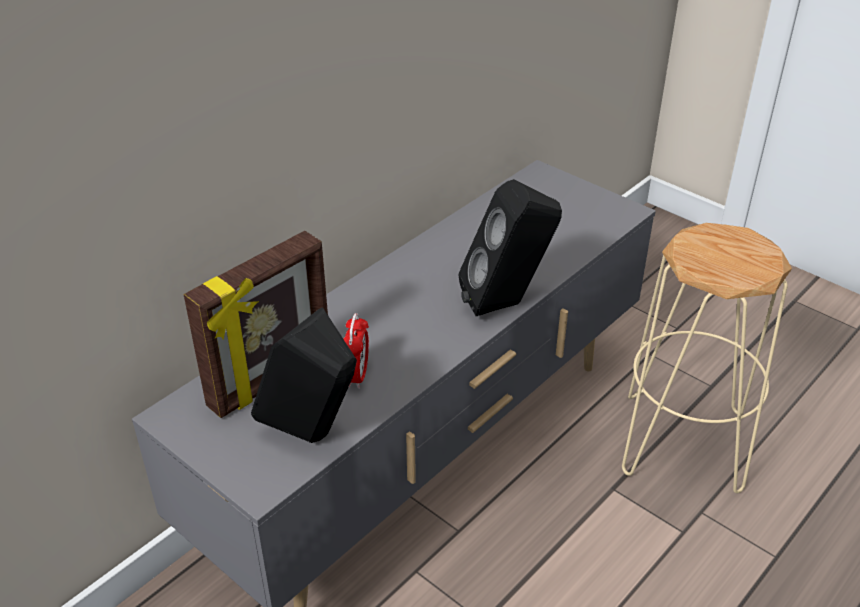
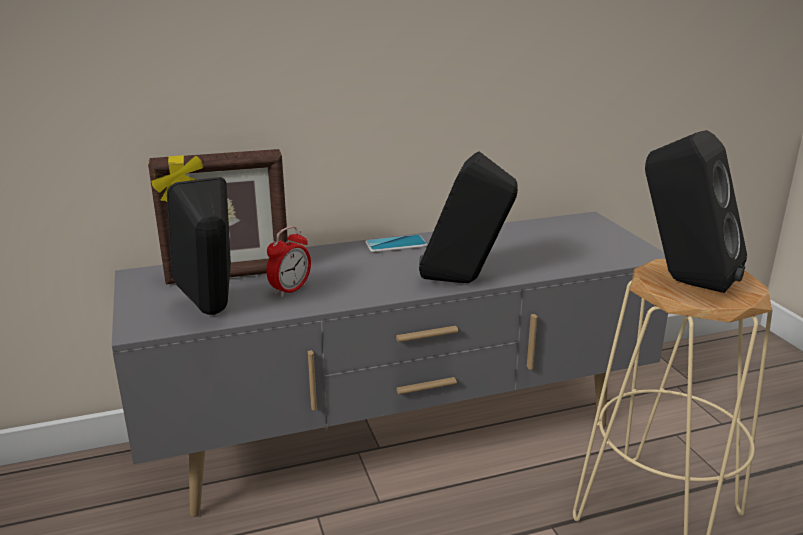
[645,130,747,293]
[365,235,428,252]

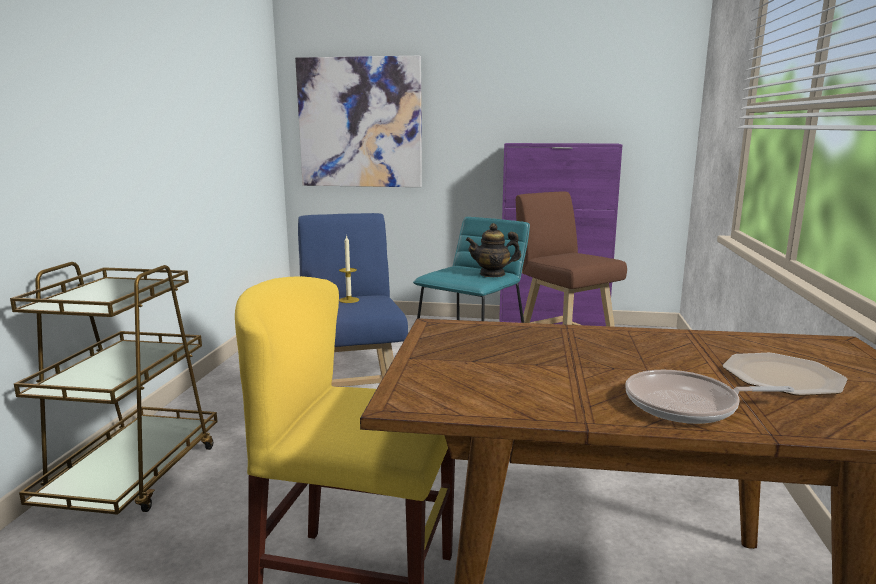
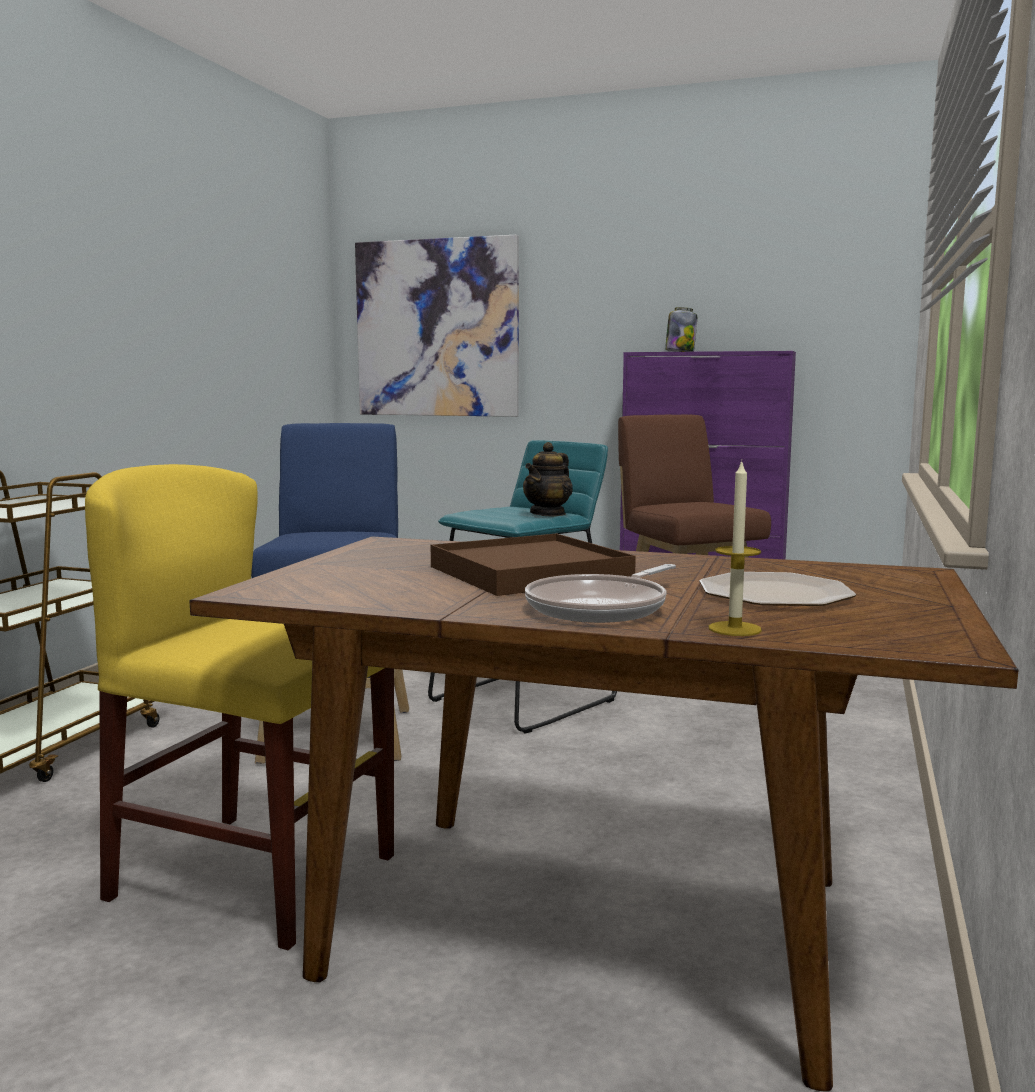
[523,442,573,517]
[708,461,762,636]
[525,564,676,623]
[665,307,697,352]
[431,534,636,596]

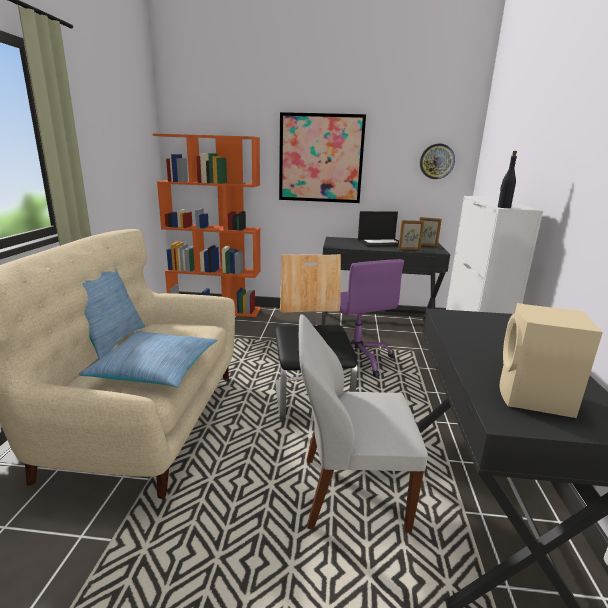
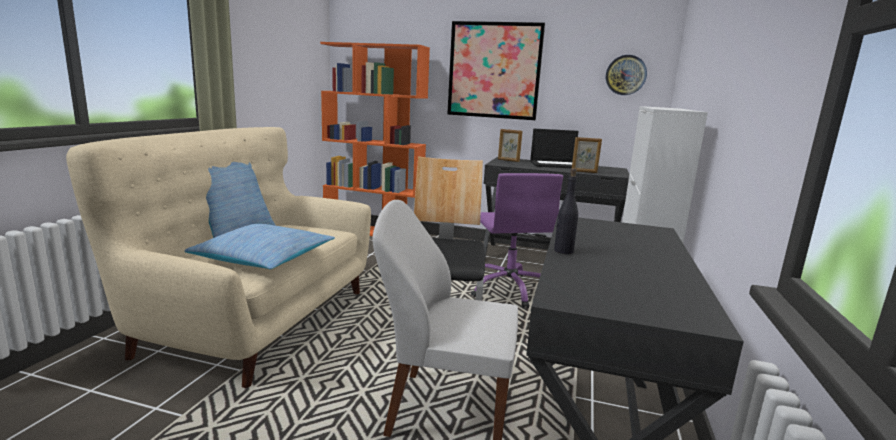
[554,168,578,254]
[498,129,523,162]
[500,303,603,418] (first image)

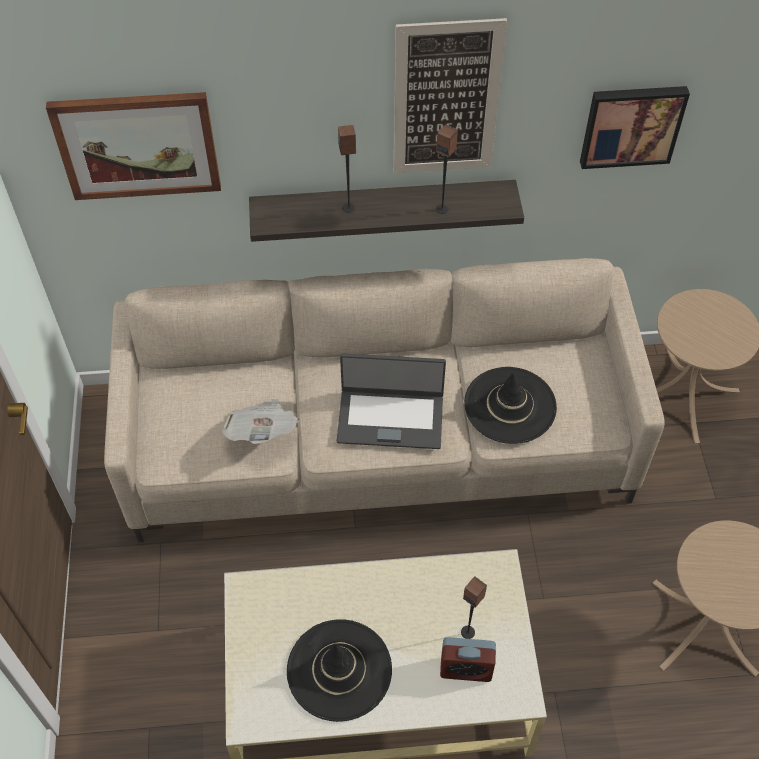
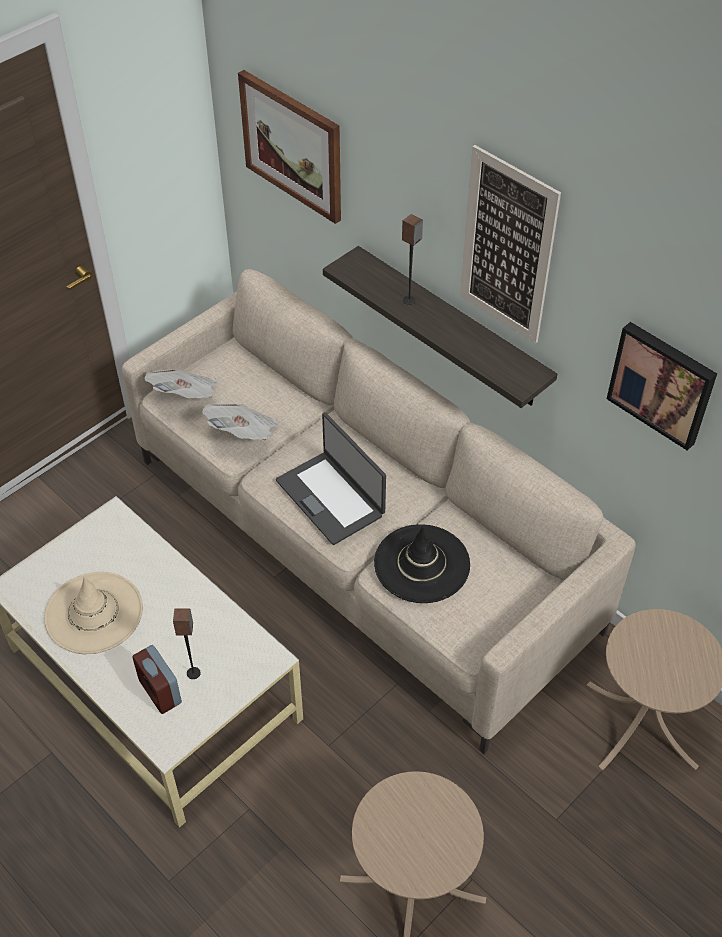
[436,124,458,214] (first image)
[44,572,143,654]
[145,369,218,398]

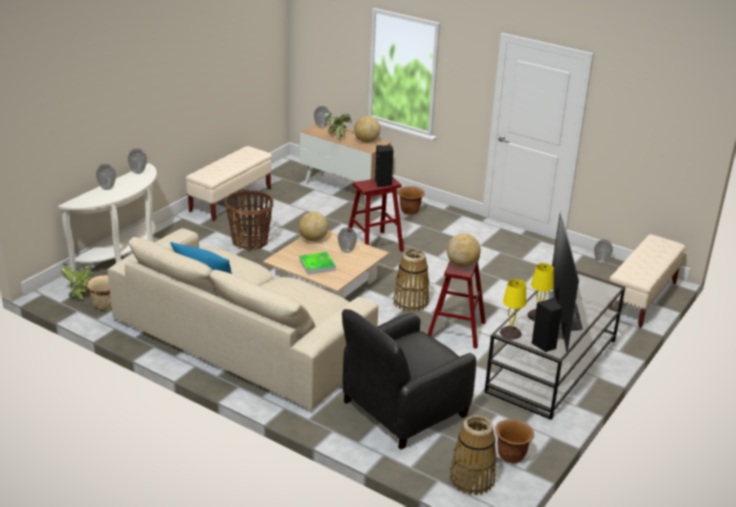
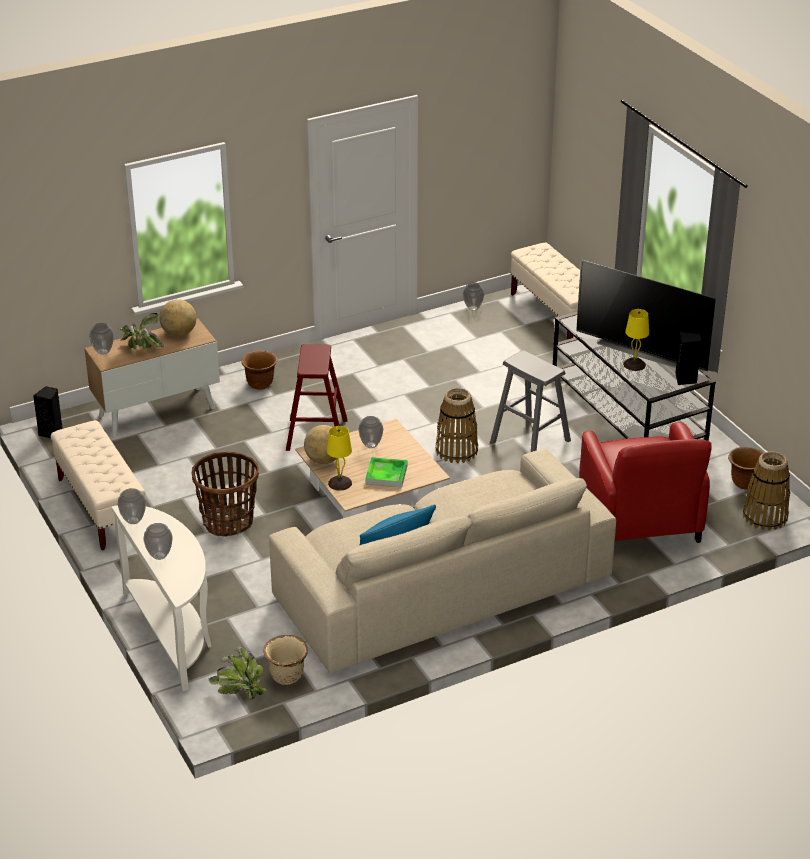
[33,386,63,438]
[447,233,481,267] (first image)
[490,350,571,452]
[327,426,352,491]
[579,422,712,543]

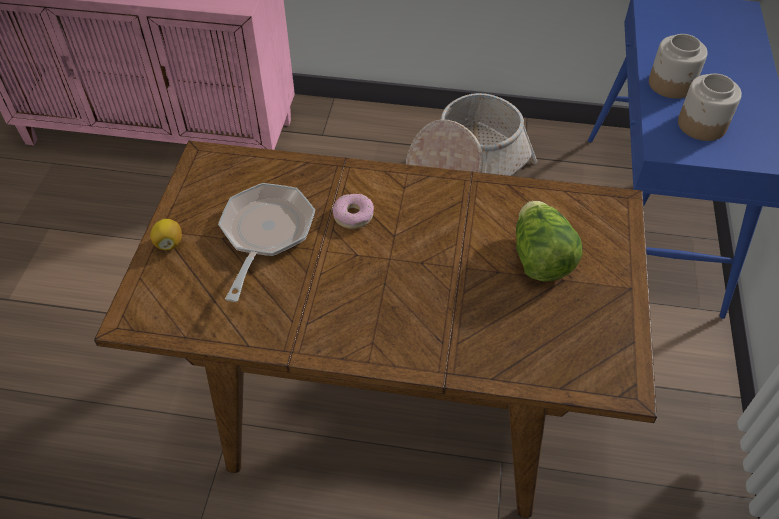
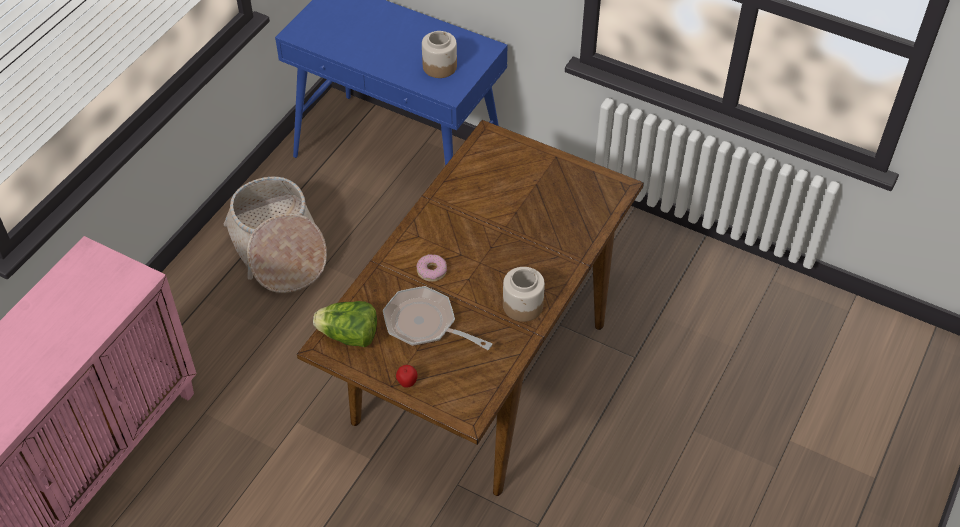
[503,267,545,322]
[313,301,377,347]
[396,365,417,388]

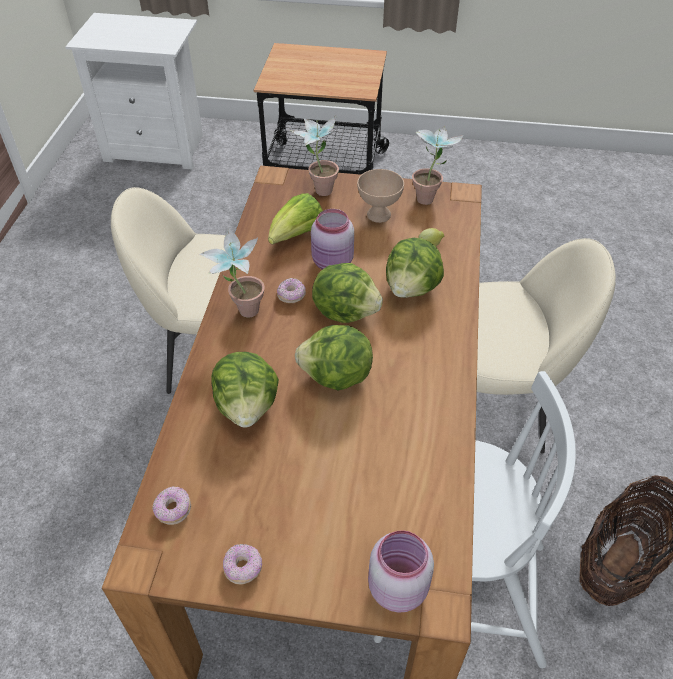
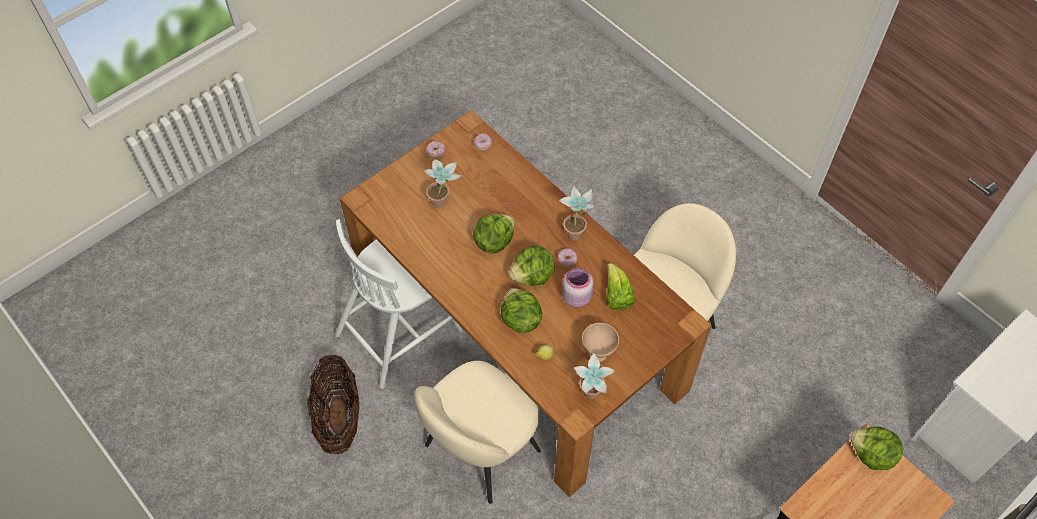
[424,159,462,208]
[850,427,903,470]
[368,530,434,613] (first image)

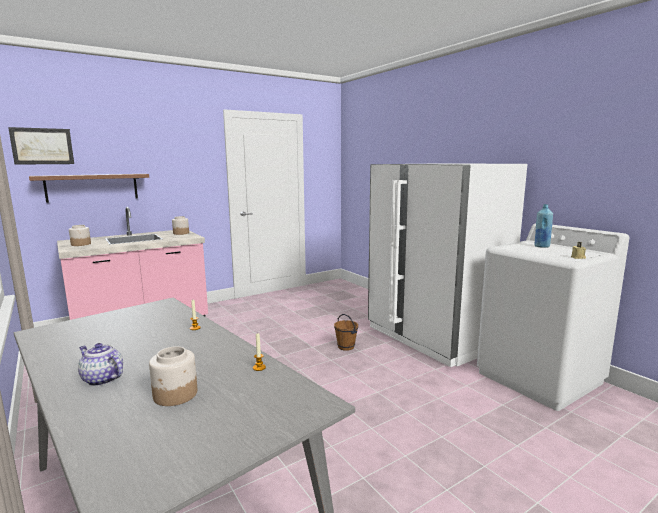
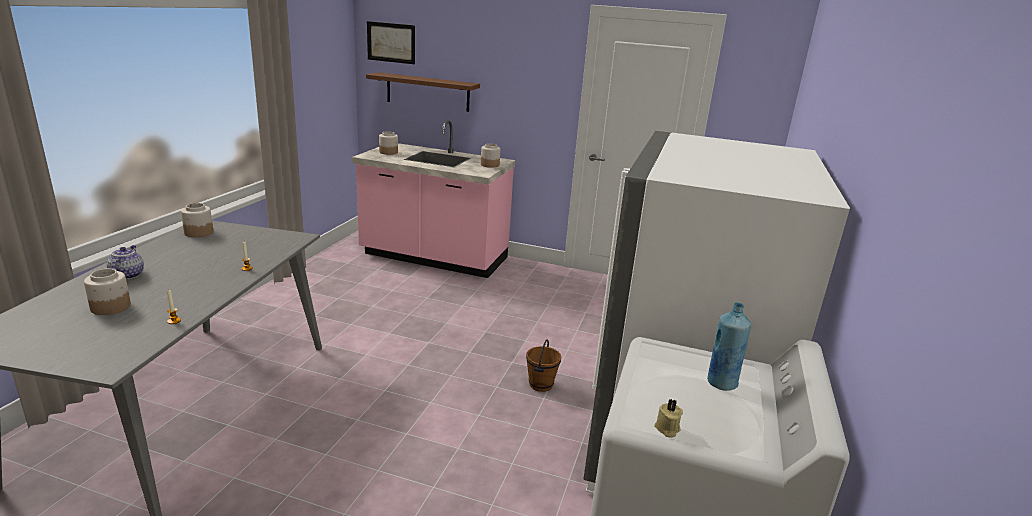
[181,203,213,237]

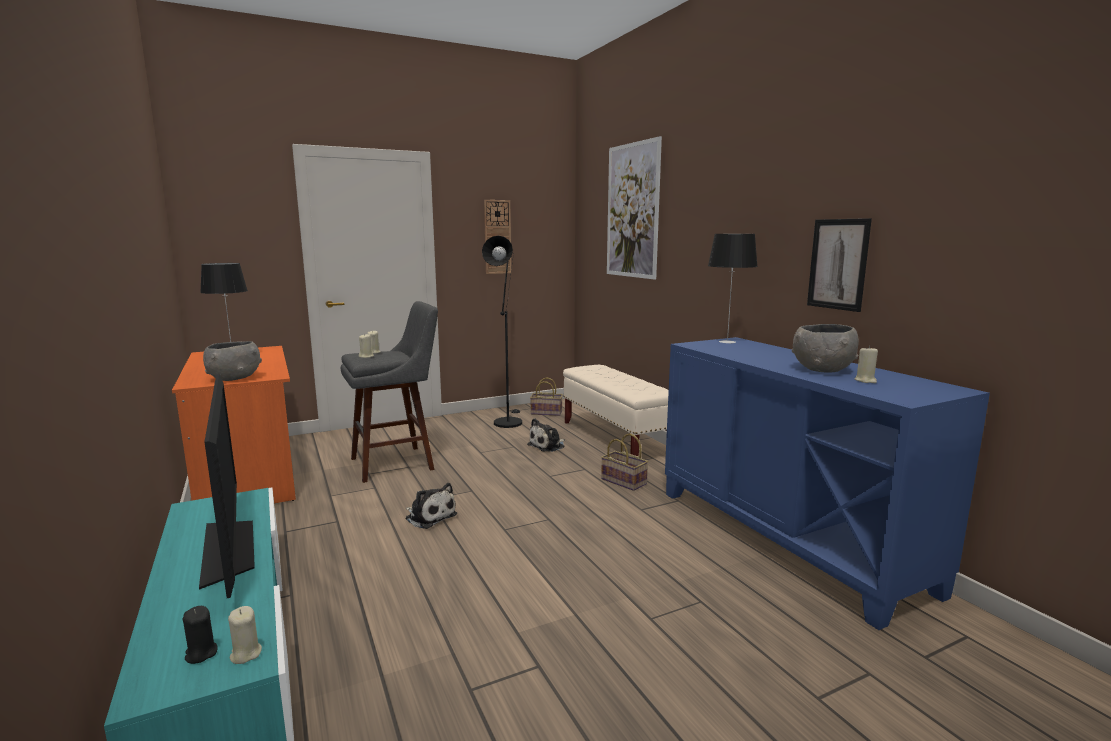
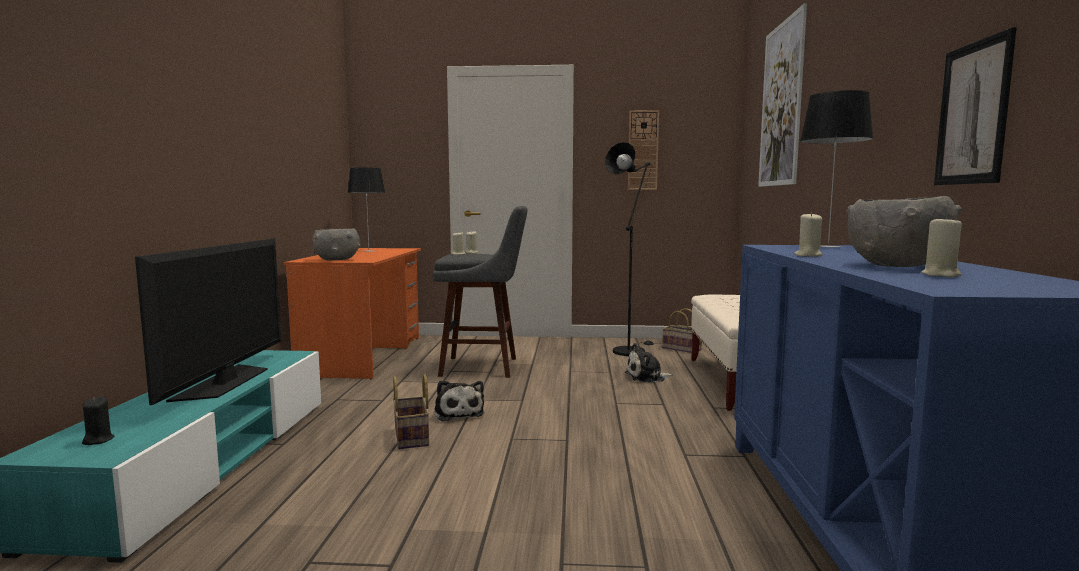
[393,374,430,449]
[794,212,823,257]

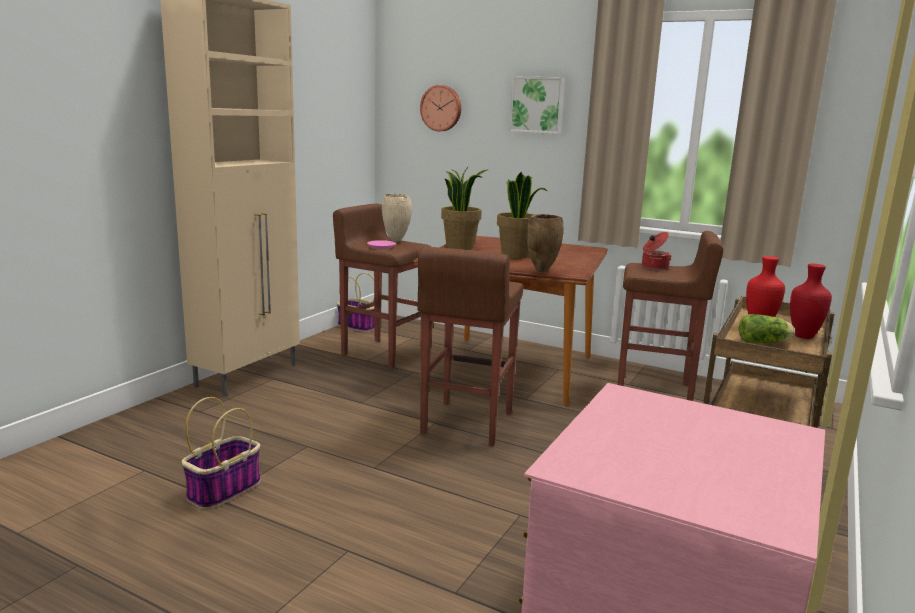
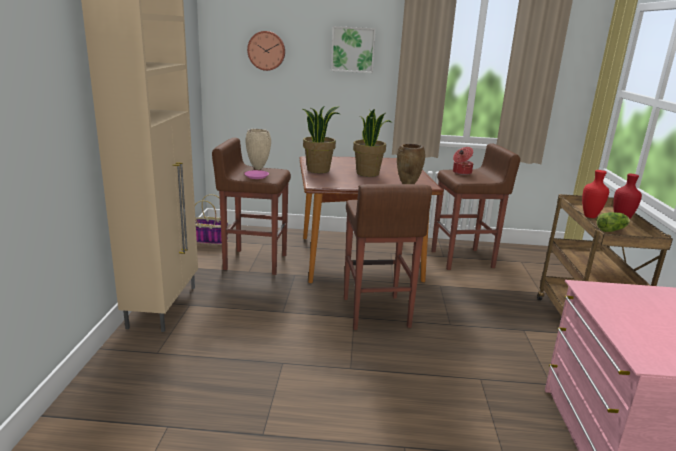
[182,397,260,510] (first image)

